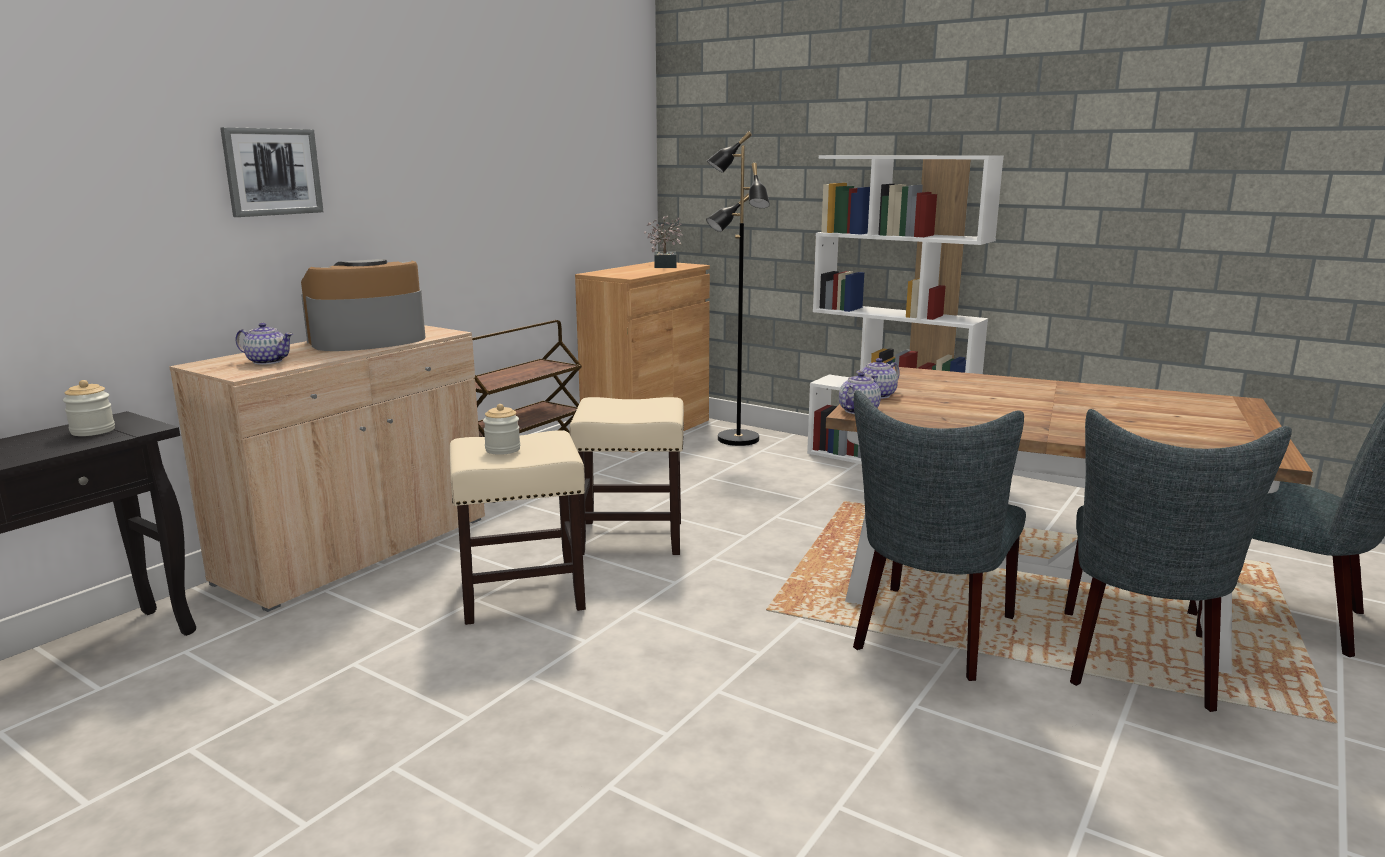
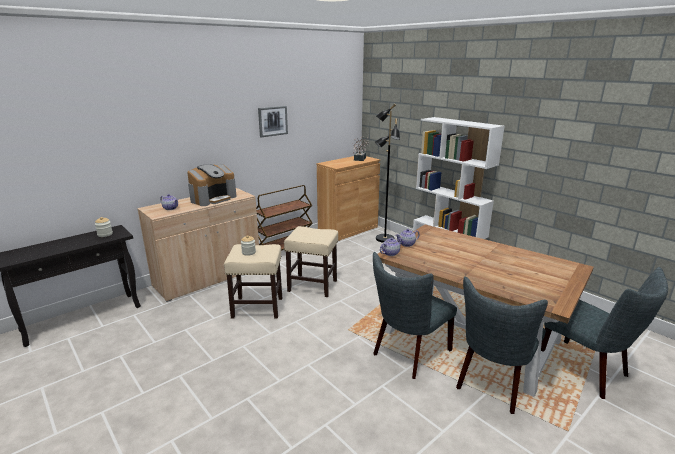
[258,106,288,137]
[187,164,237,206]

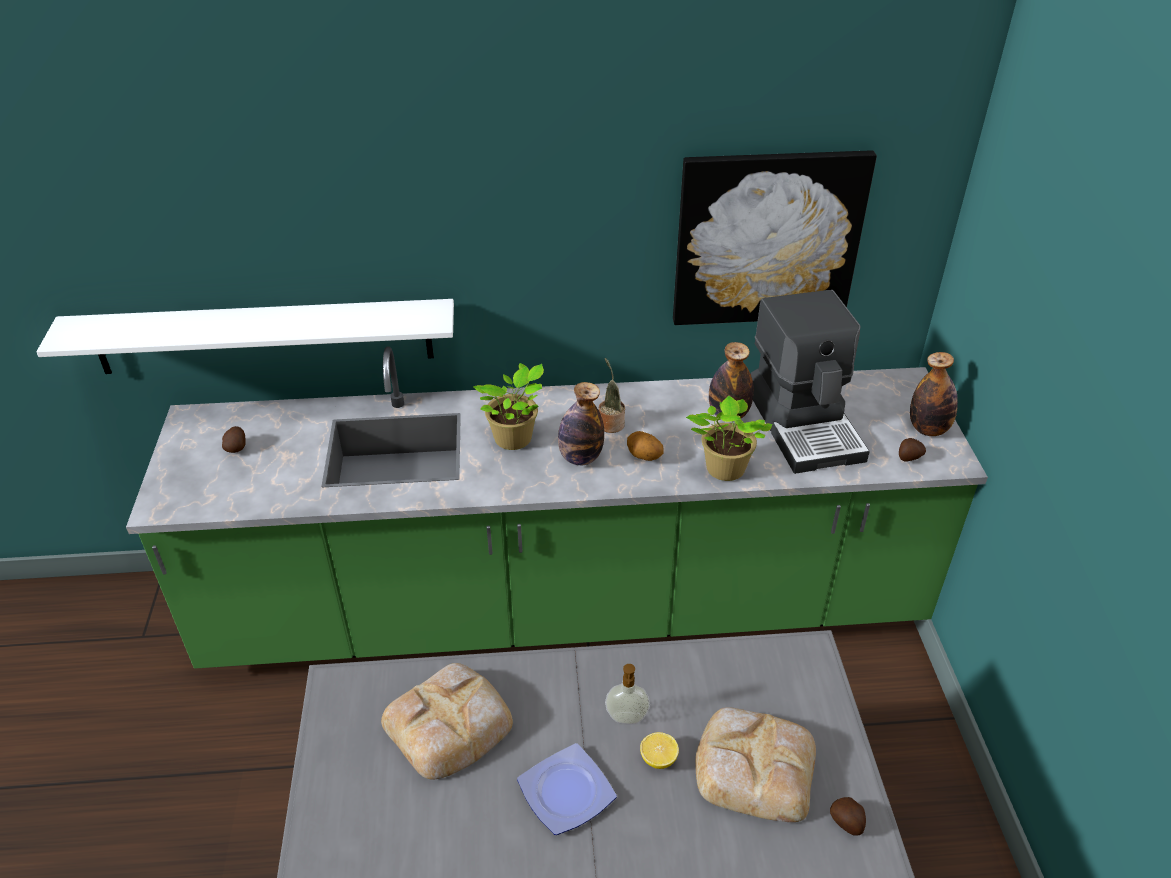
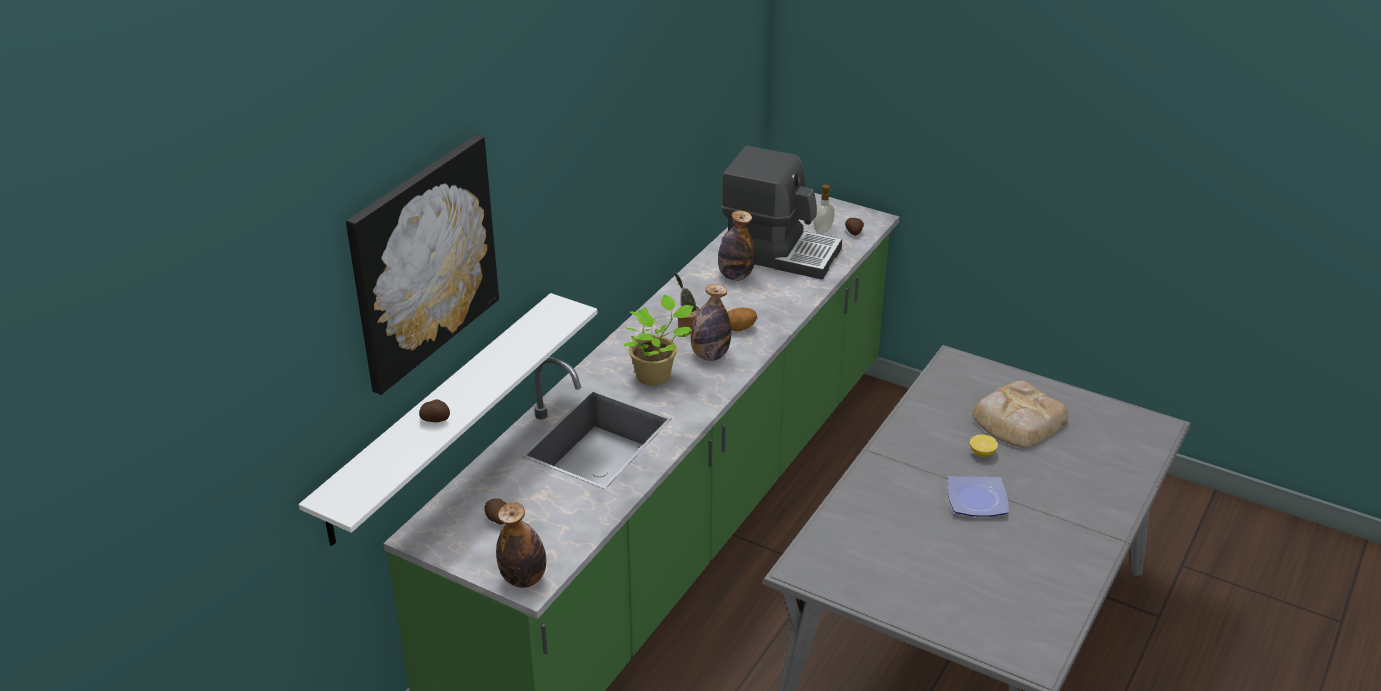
[346,135,499,395]
[496,502,546,588]
[686,396,772,481] (first image)
[381,663,513,779] (first image)
[813,184,835,234]
[419,399,450,422]

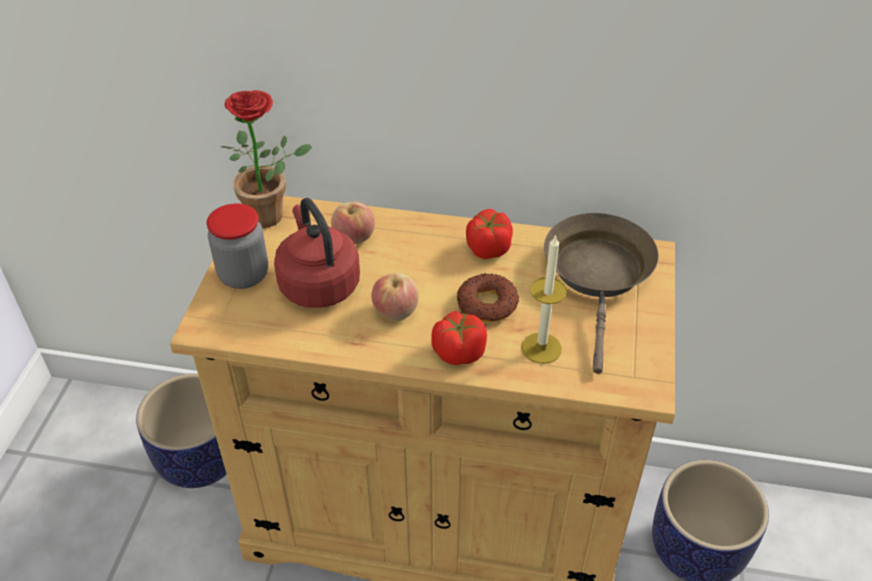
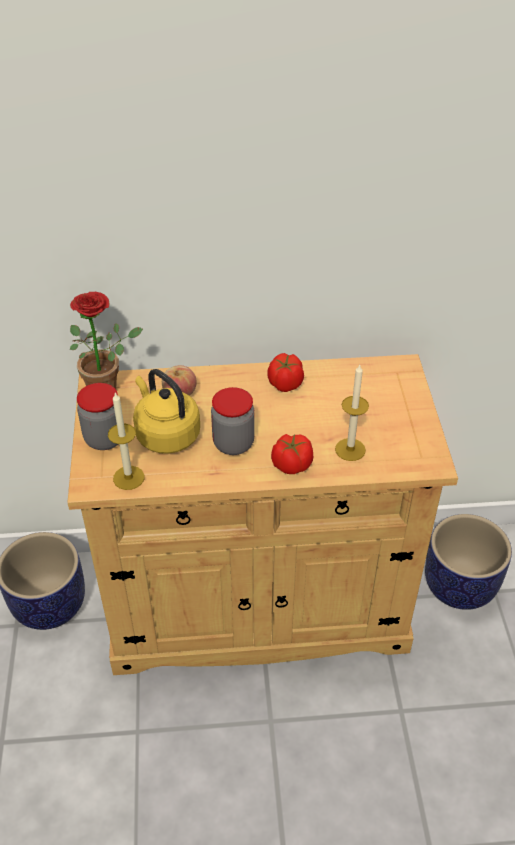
[133,369,200,454]
[544,213,658,374] (first image)
[211,387,255,455]
[457,273,519,322] (first image)
[108,392,145,490]

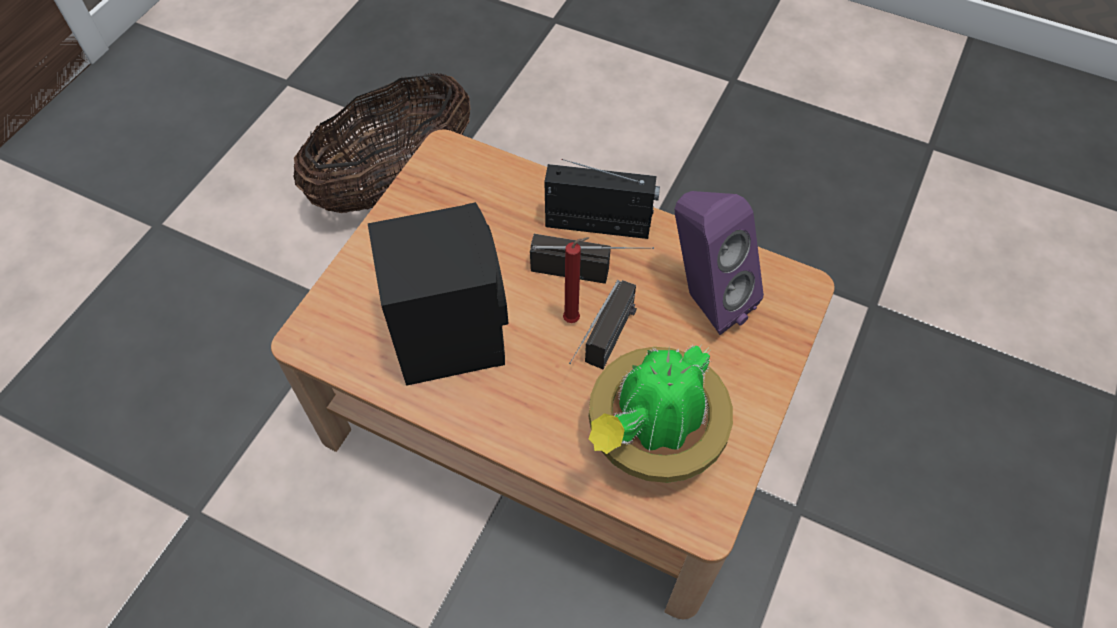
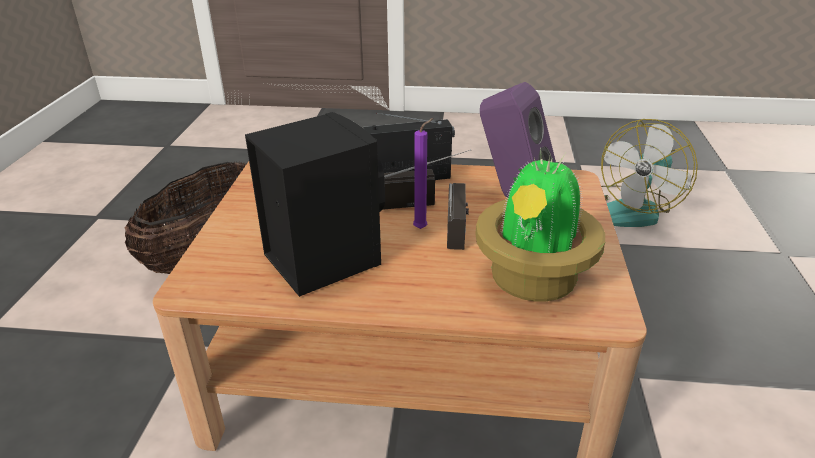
[413,118,433,229]
[601,119,698,227]

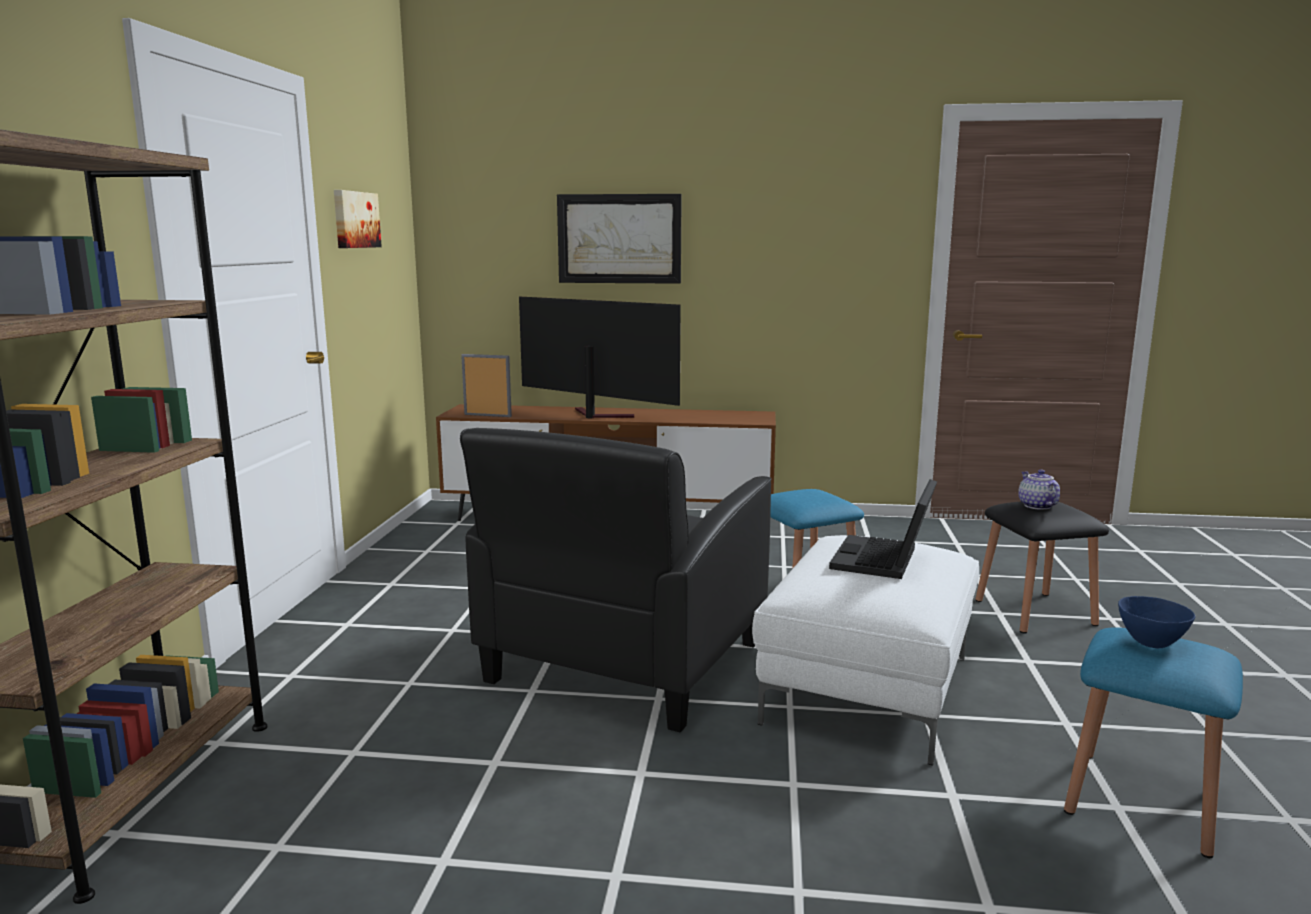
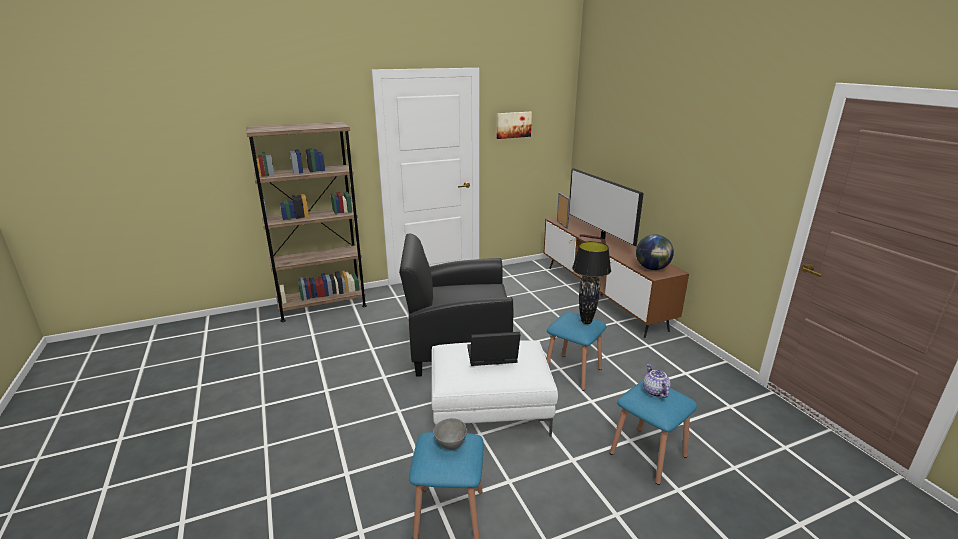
[557,194,682,284] (first image)
[569,168,644,247]
[643,364,671,398]
[610,381,697,485]
[433,418,467,450]
[636,235,674,270]
[572,241,611,324]

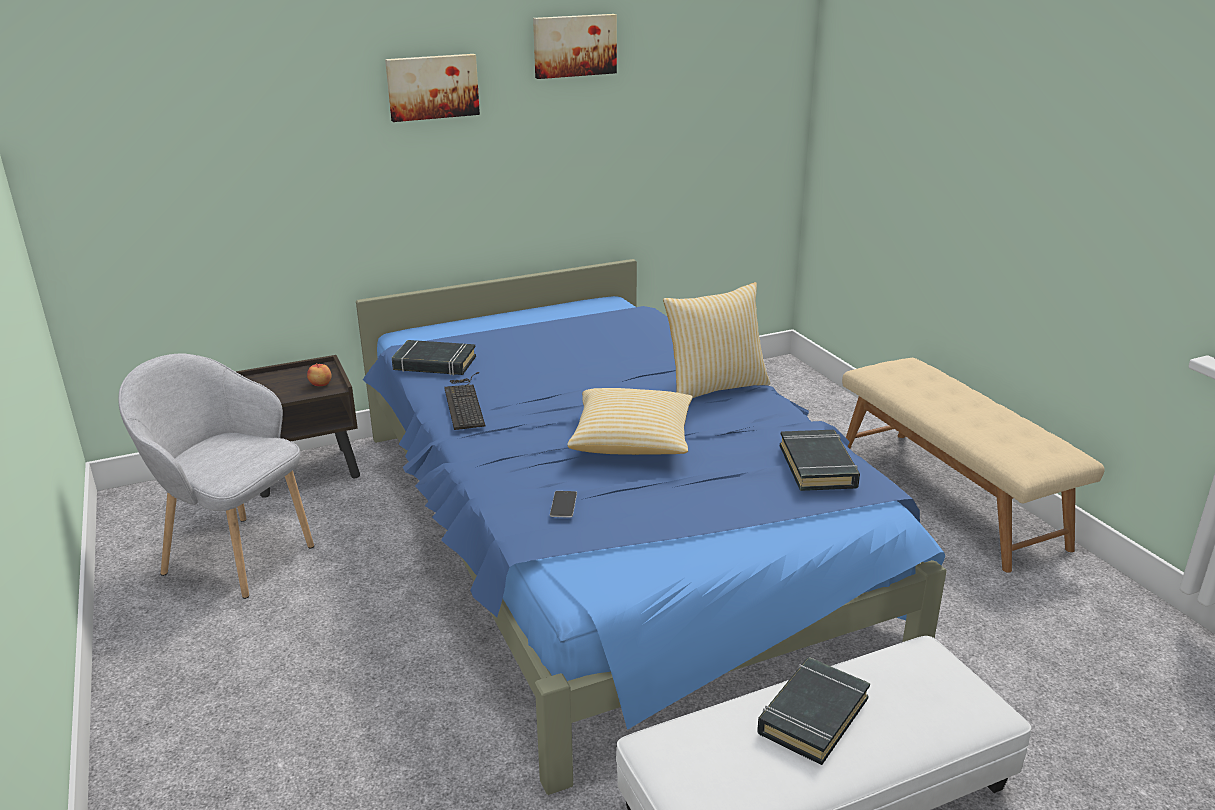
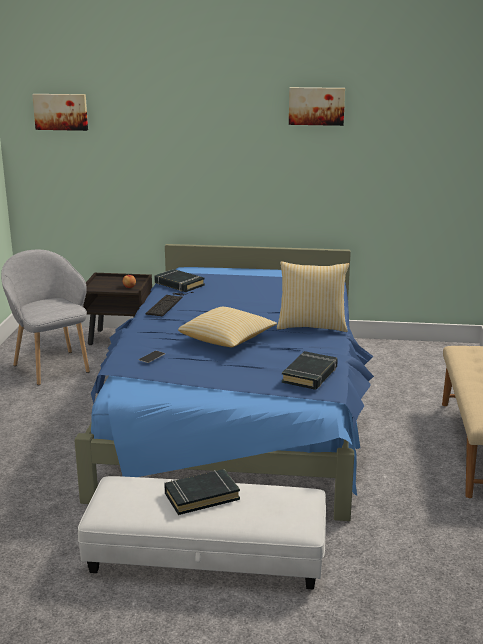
[32,94,88,131]

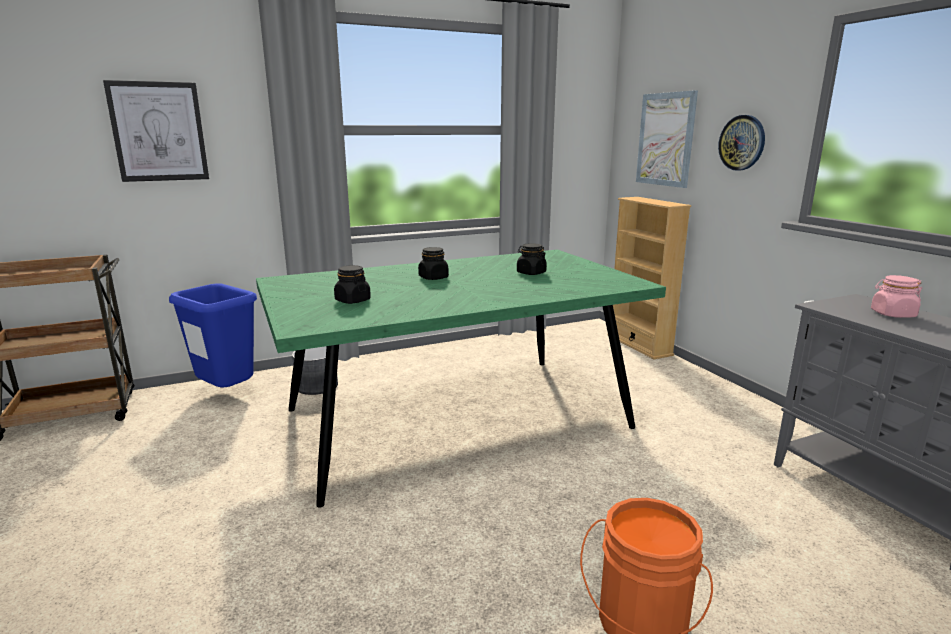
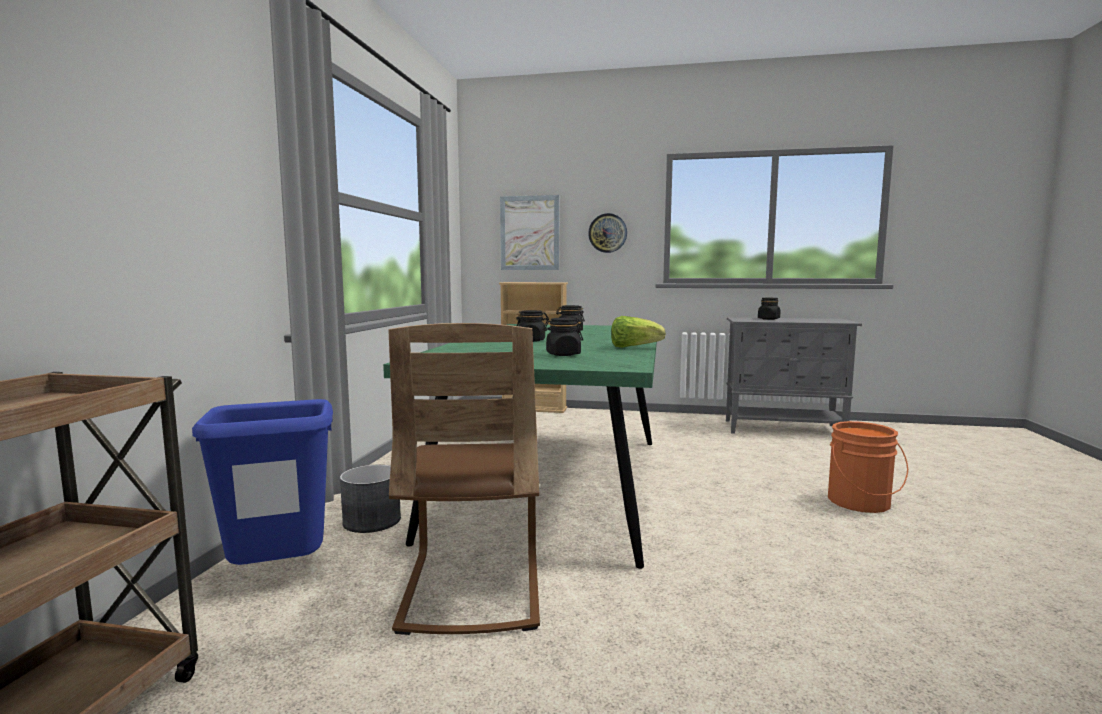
[103,80,209,182] (first image)
[758,298,780,320]
[611,316,666,348]
[388,323,540,635]

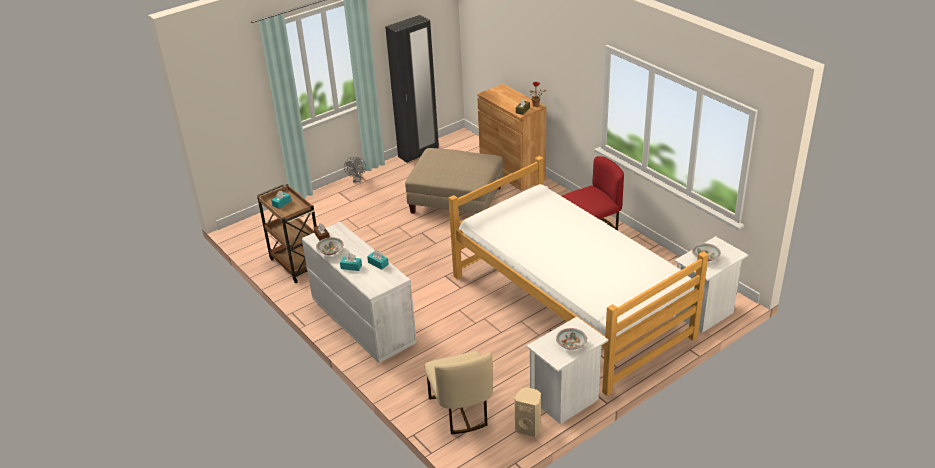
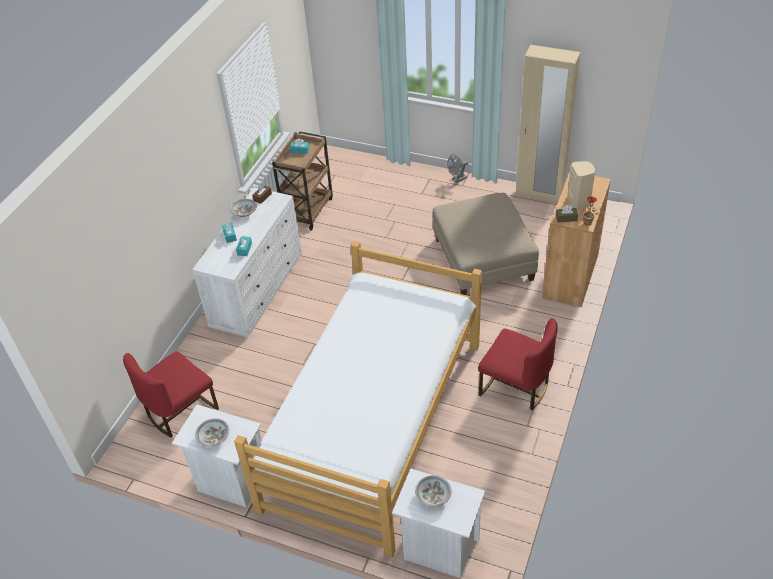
[516,45,580,204]
[123,351,219,437]
[567,161,595,209]

